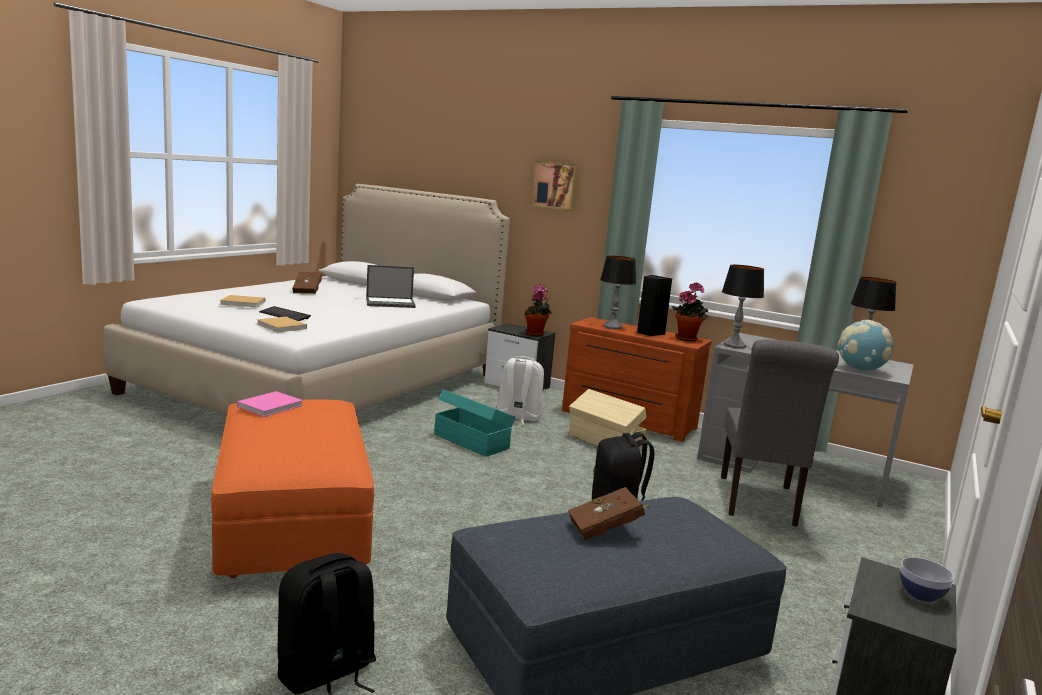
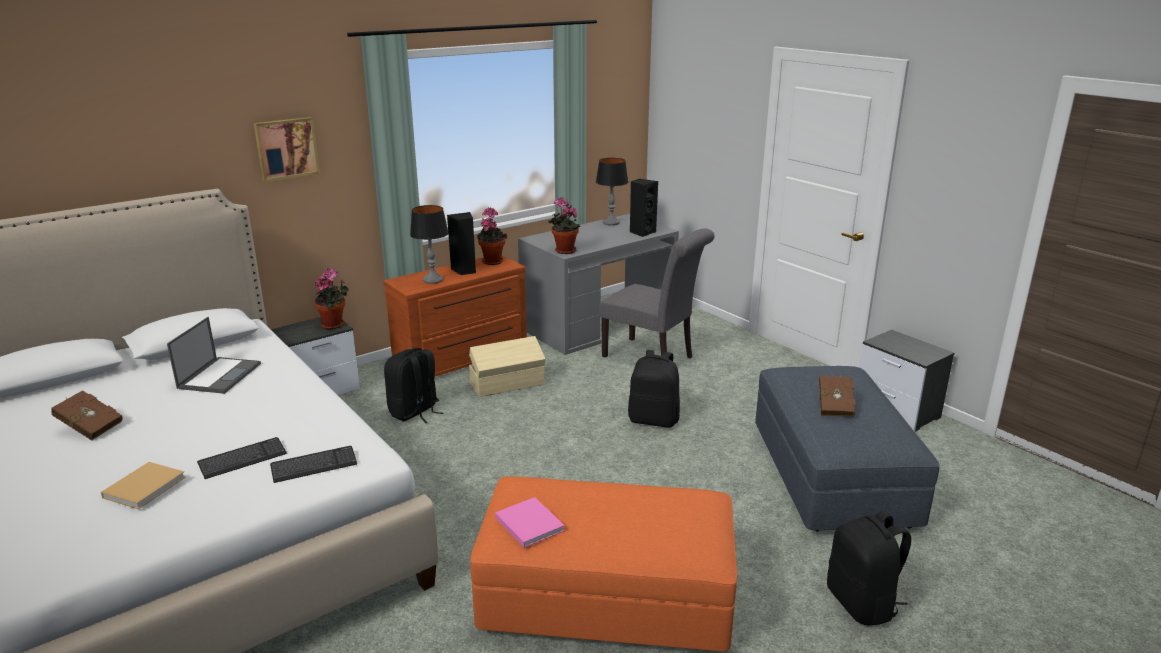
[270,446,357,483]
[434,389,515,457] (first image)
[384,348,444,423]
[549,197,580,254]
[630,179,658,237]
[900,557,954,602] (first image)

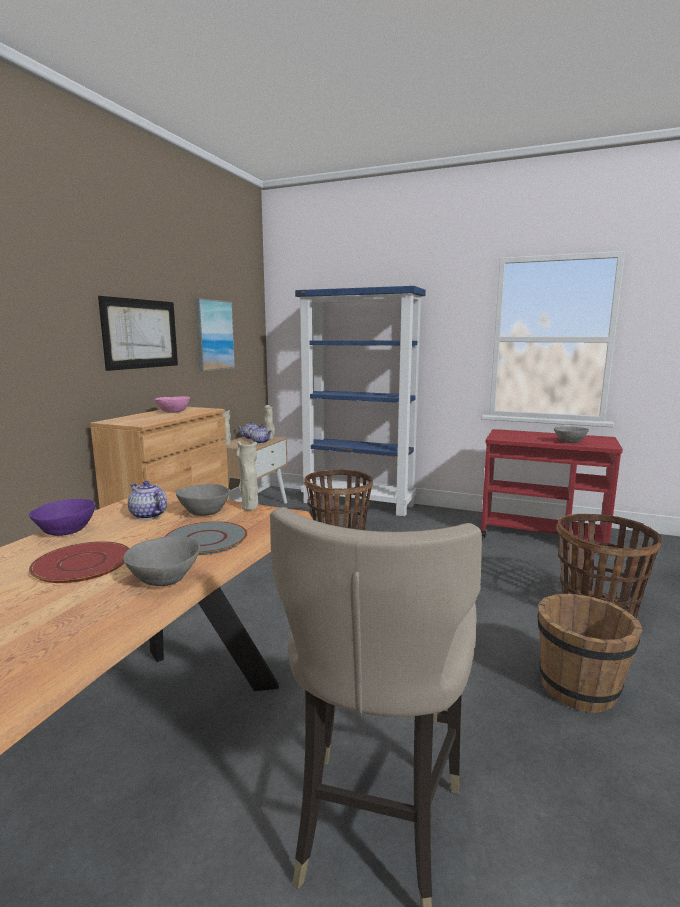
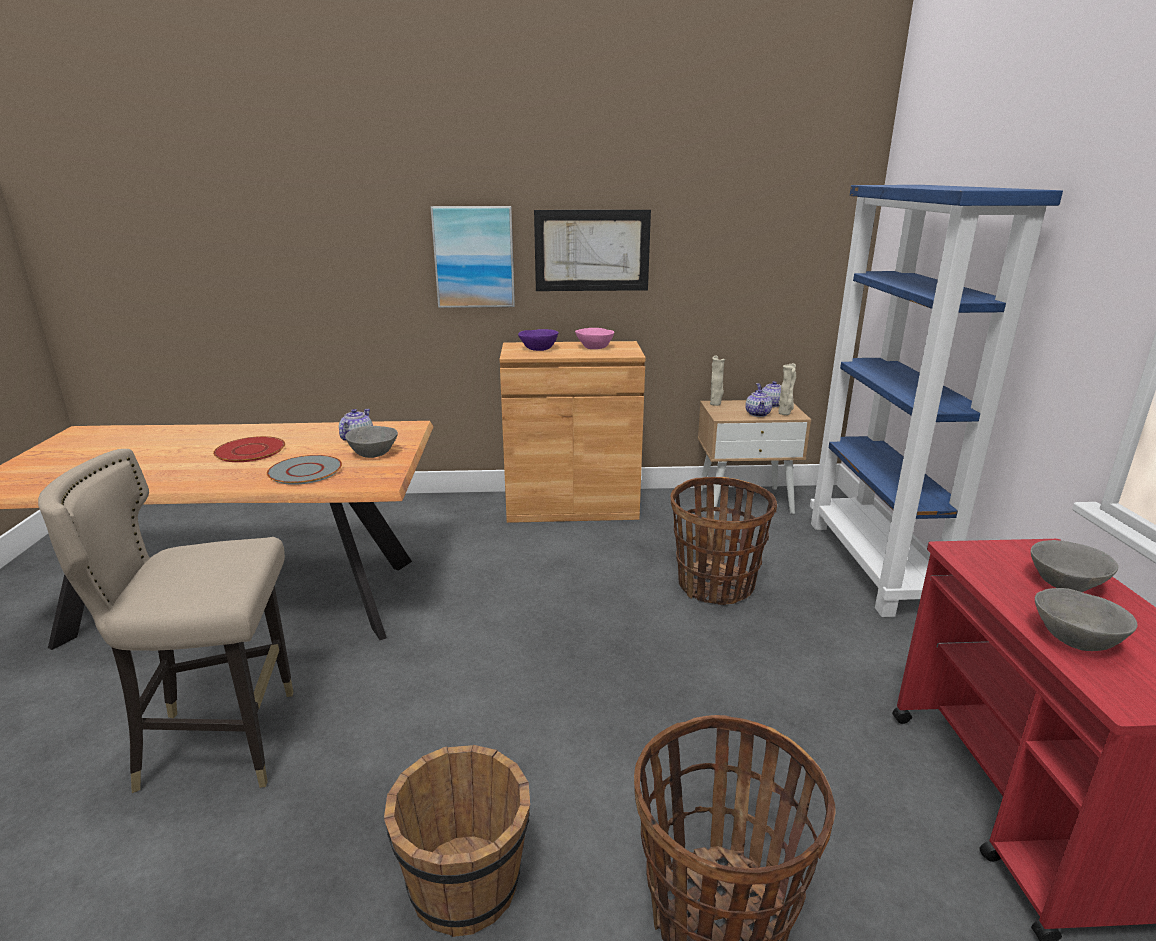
[518,329,559,351]
[1031,540,1119,592]
[431,206,515,308]
[236,441,258,510] (first image)

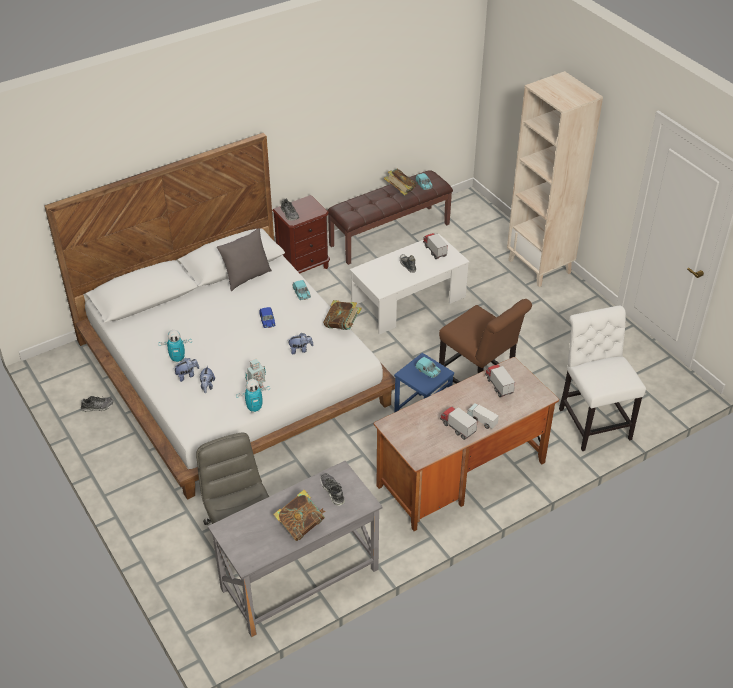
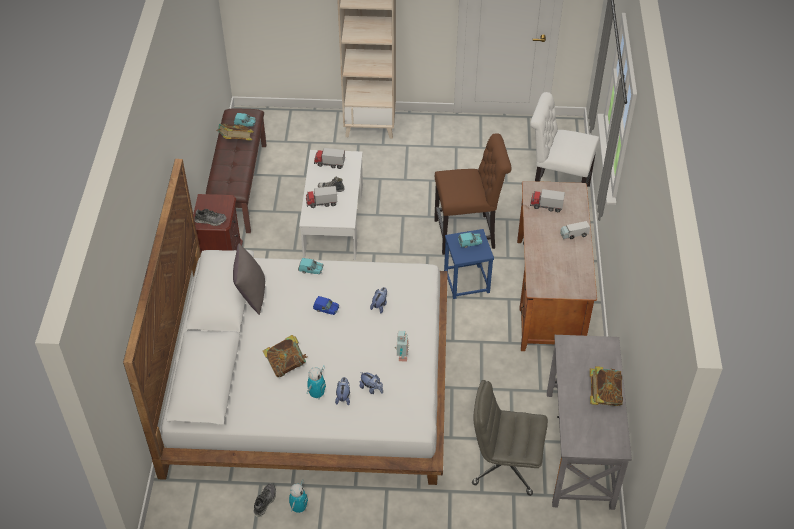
[289,480,308,513]
[320,473,345,506] (first image)
[263,335,307,377]
[306,186,337,208]

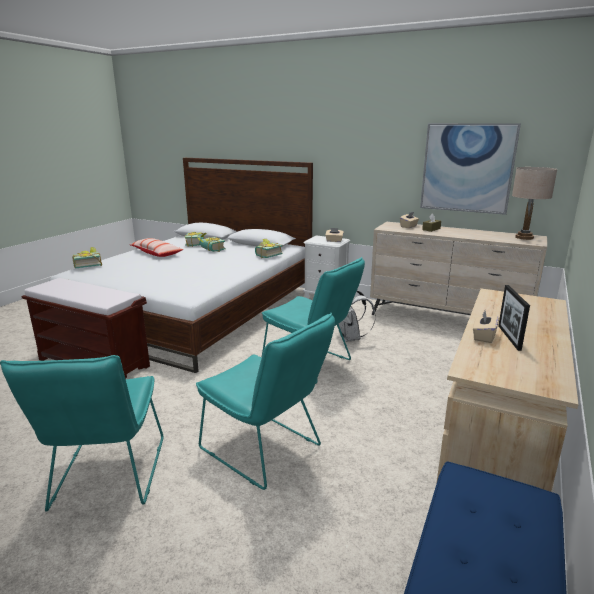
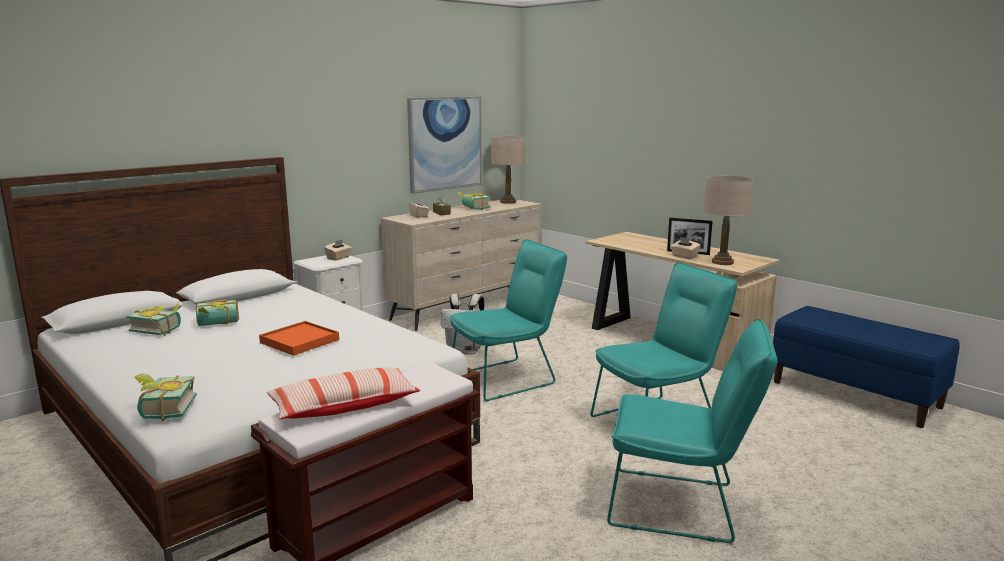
[267,367,420,419]
[458,192,490,210]
[259,321,339,356]
[704,176,754,265]

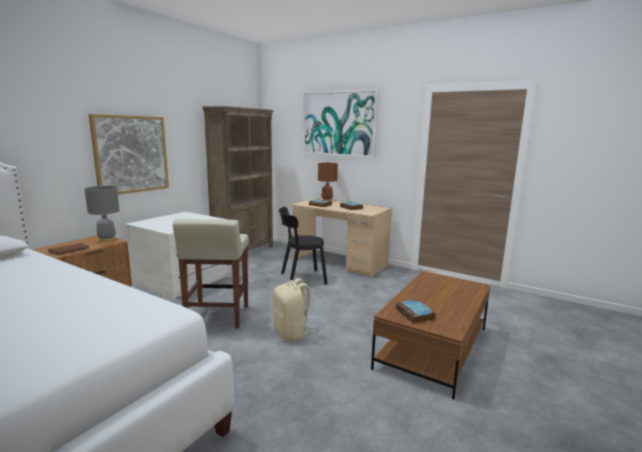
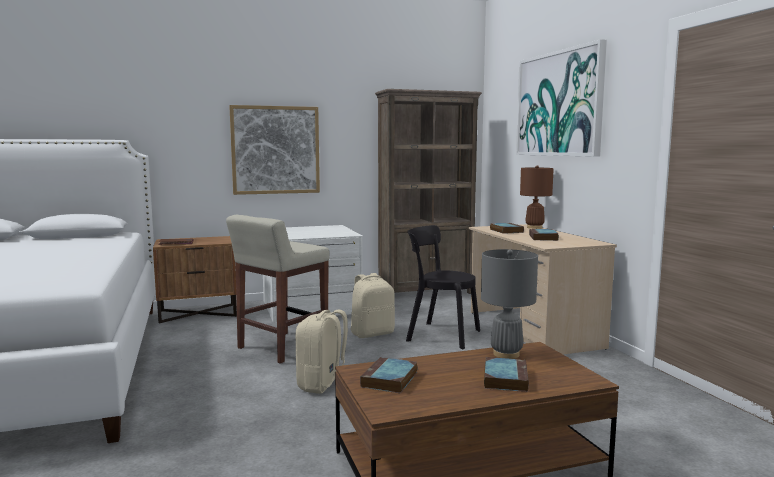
[481,249,538,359]
[351,273,395,338]
[484,357,529,392]

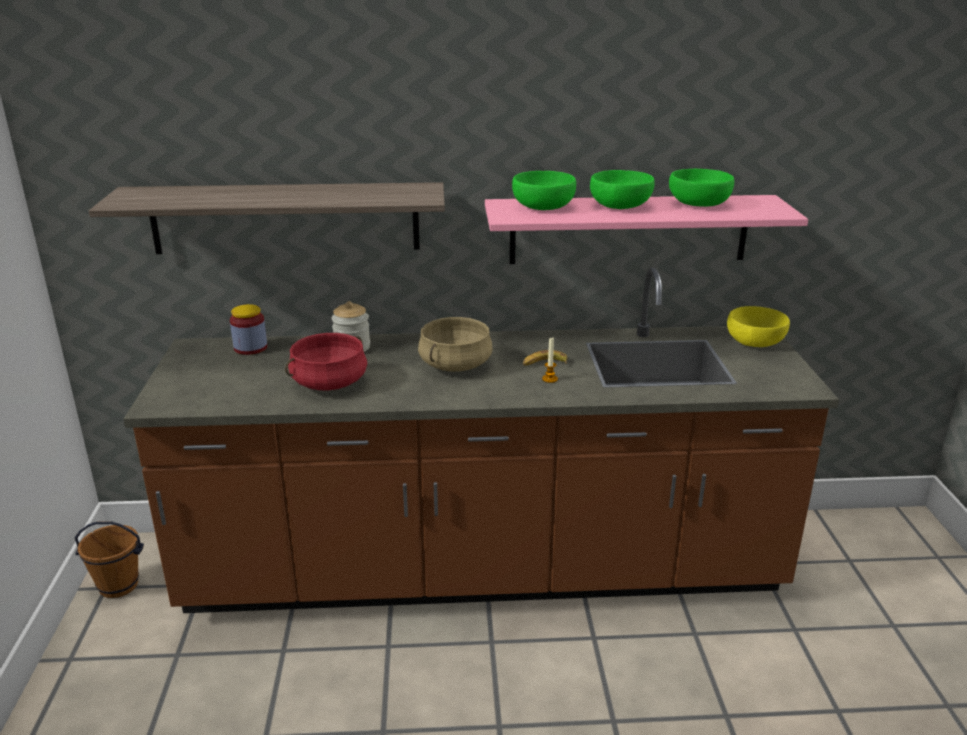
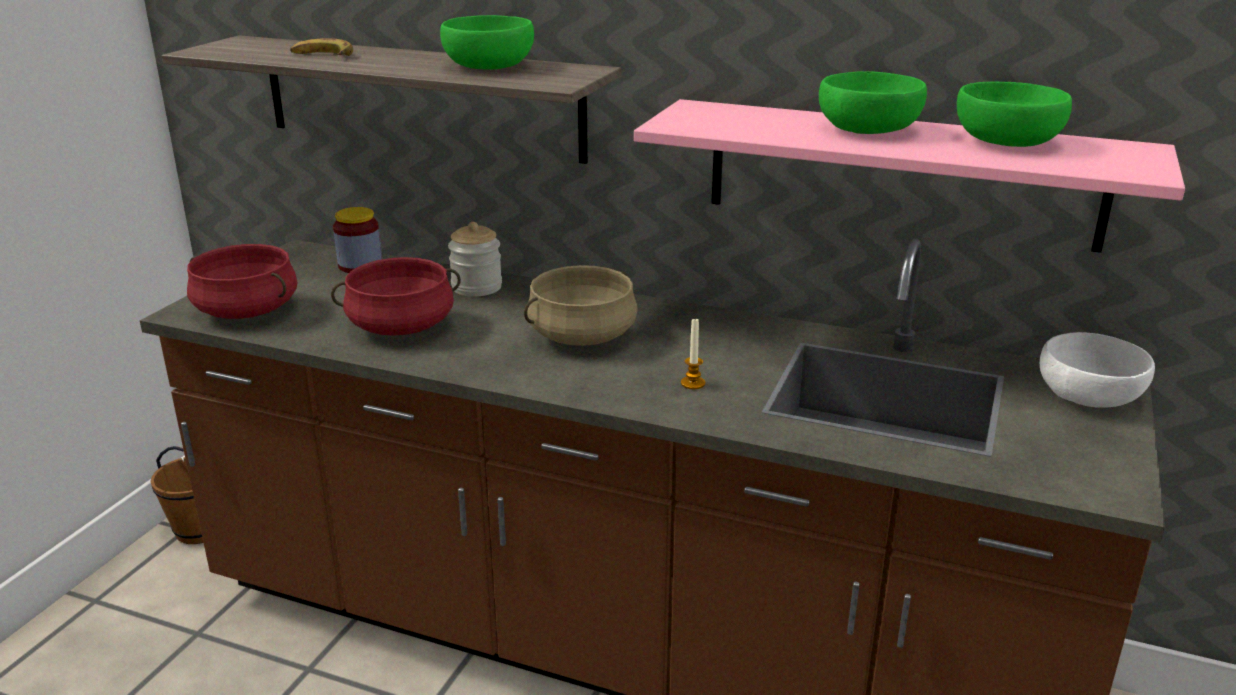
[440,15,534,70]
[290,38,353,56]
[1040,332,1155,408]
[187,244,297,319]

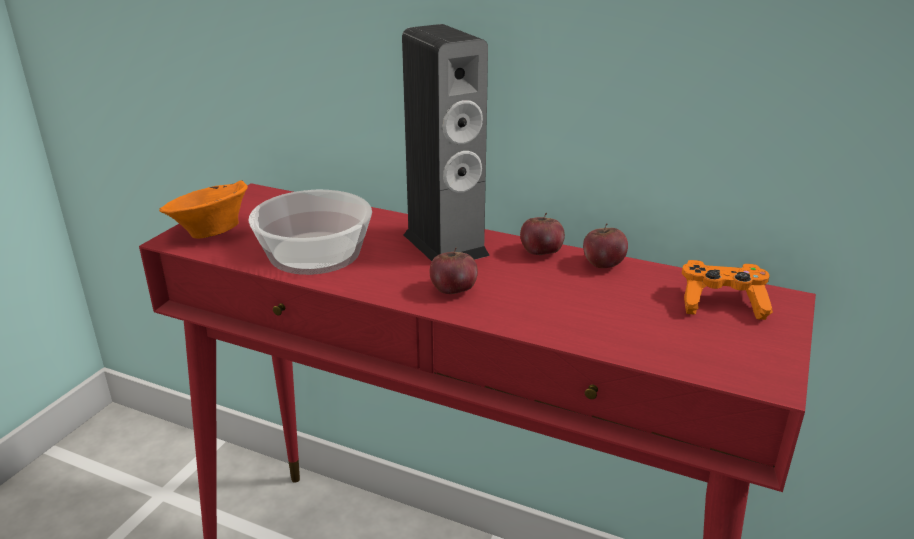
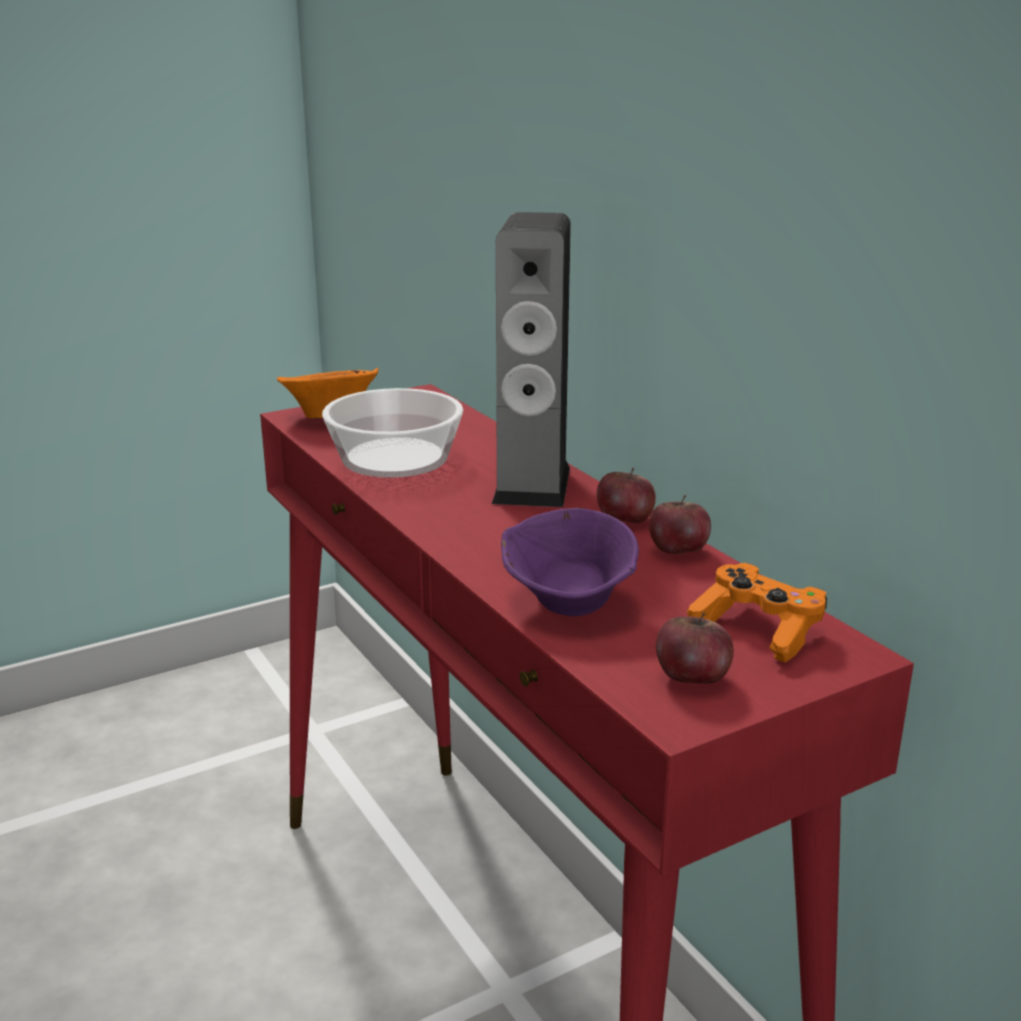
[656,613,734,684]
[501,508,639,616]

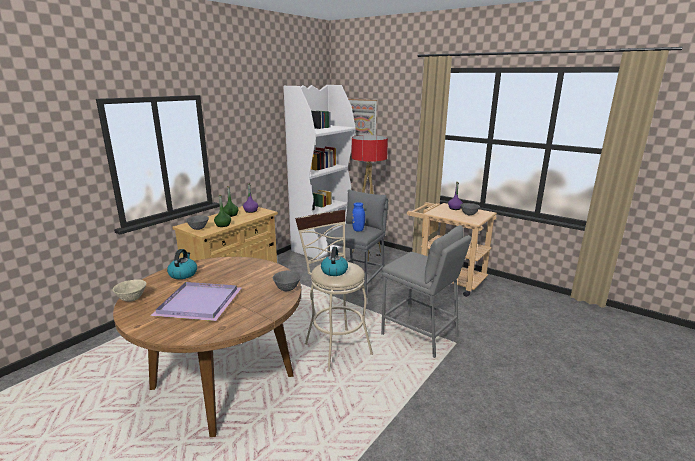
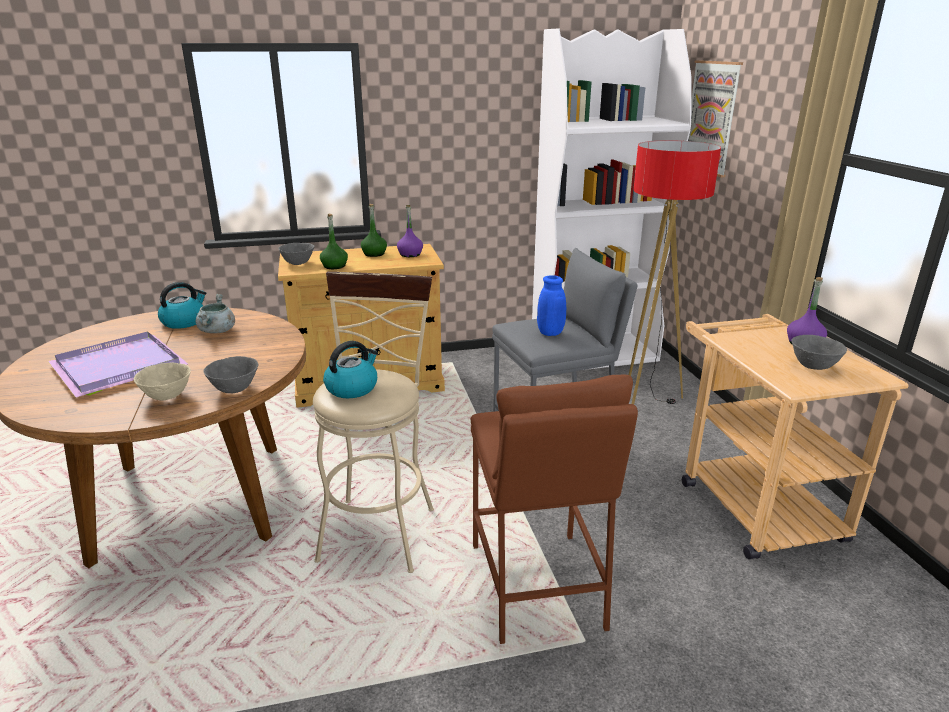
[134,363,191,400]
[471,374,638,644]
[196,294,235,333]

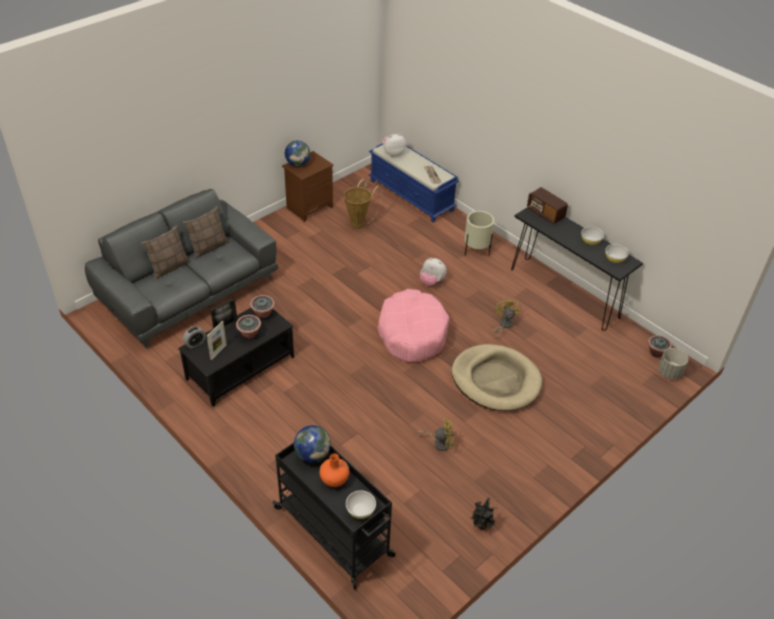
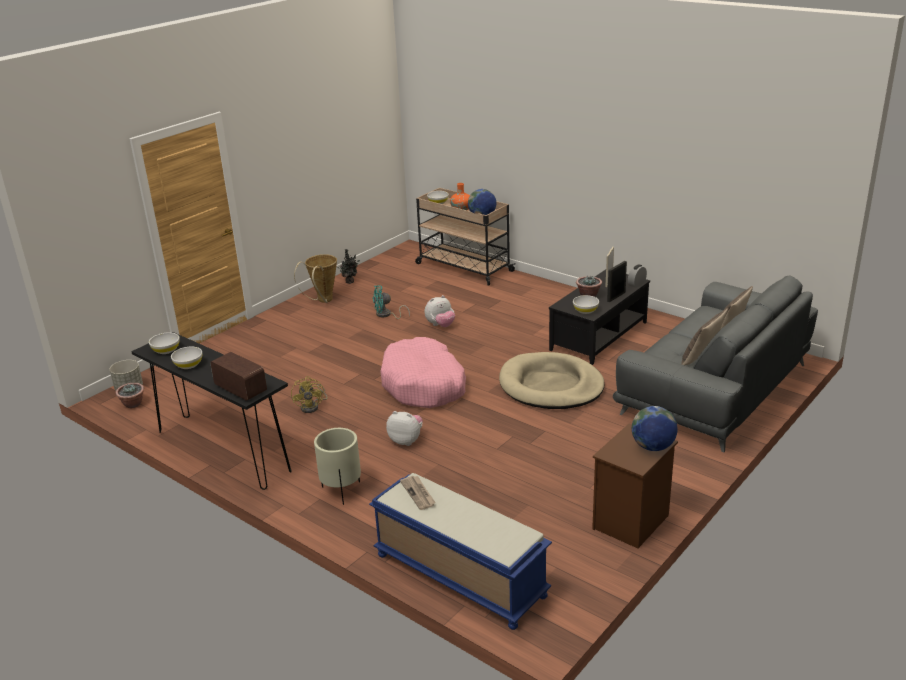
[573,295,599,314]
[415,188,516,286]
[294,254,337,303]
[425,295,455,327]
[373,285,410,319]
[499,352,605,409]

